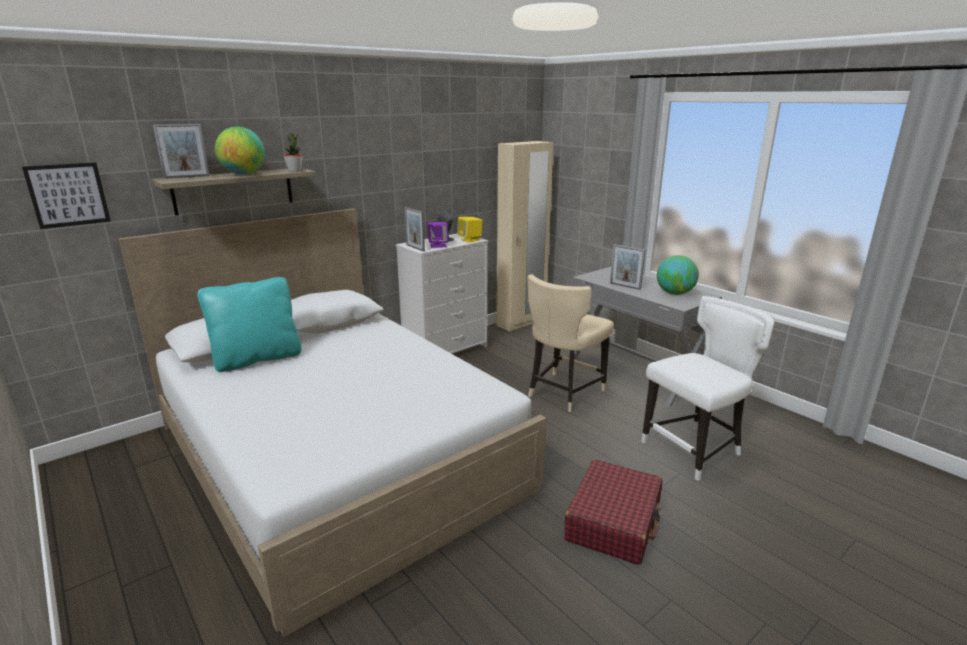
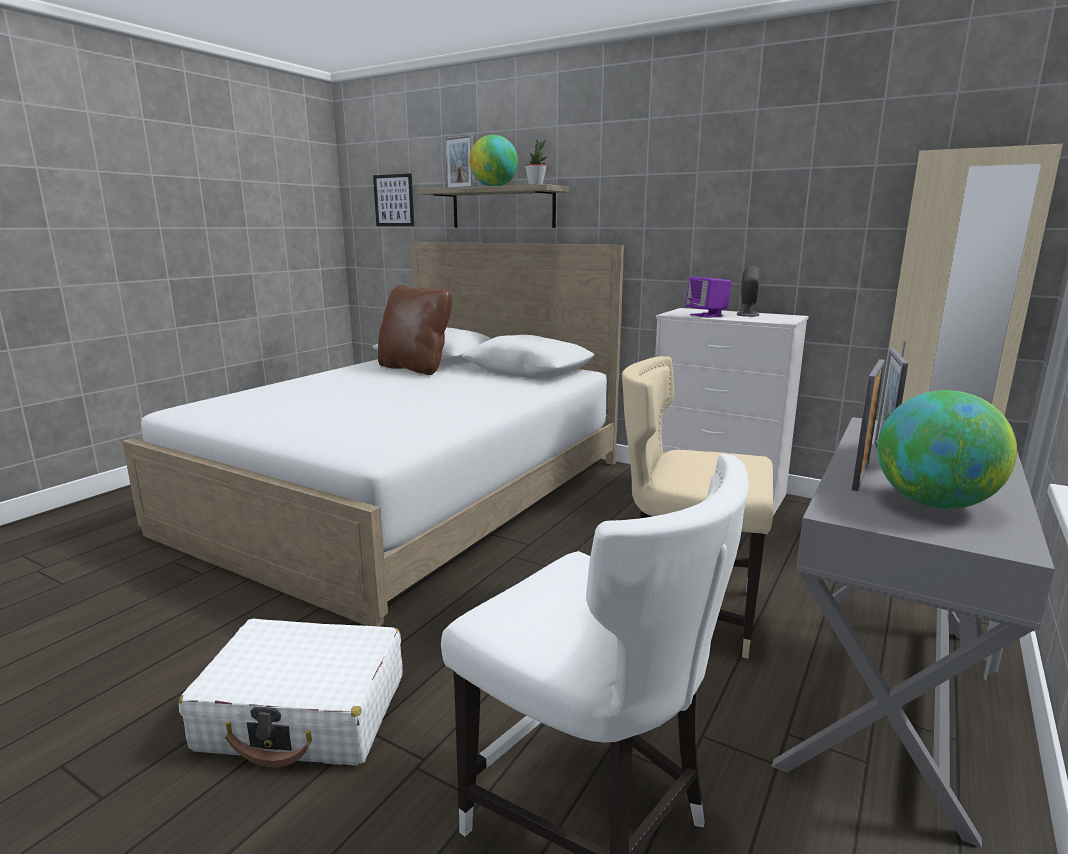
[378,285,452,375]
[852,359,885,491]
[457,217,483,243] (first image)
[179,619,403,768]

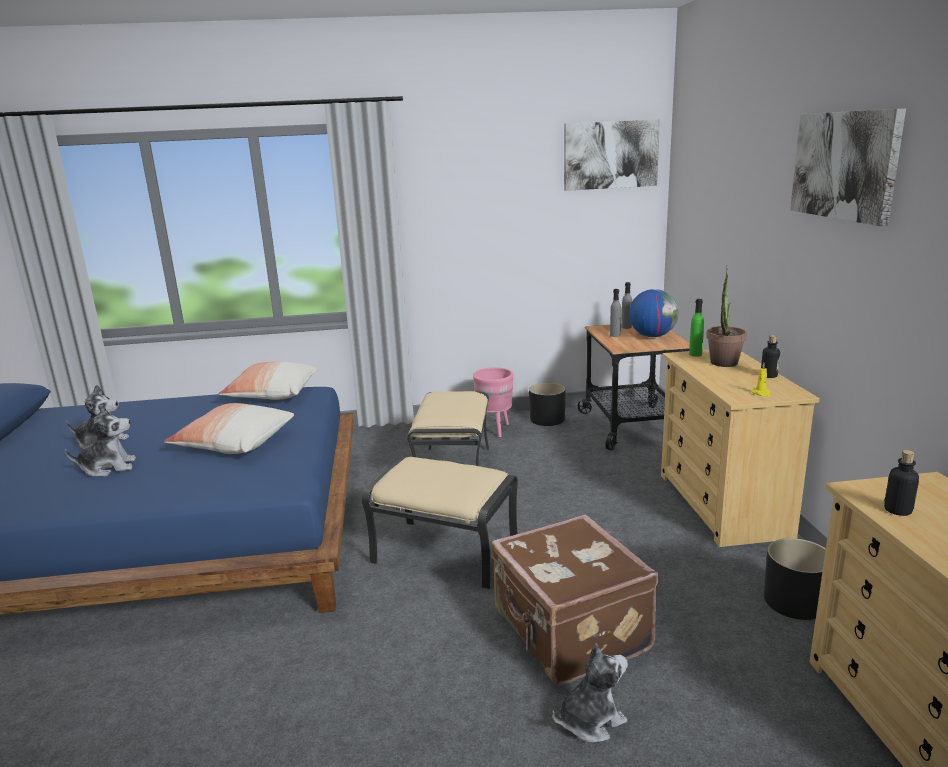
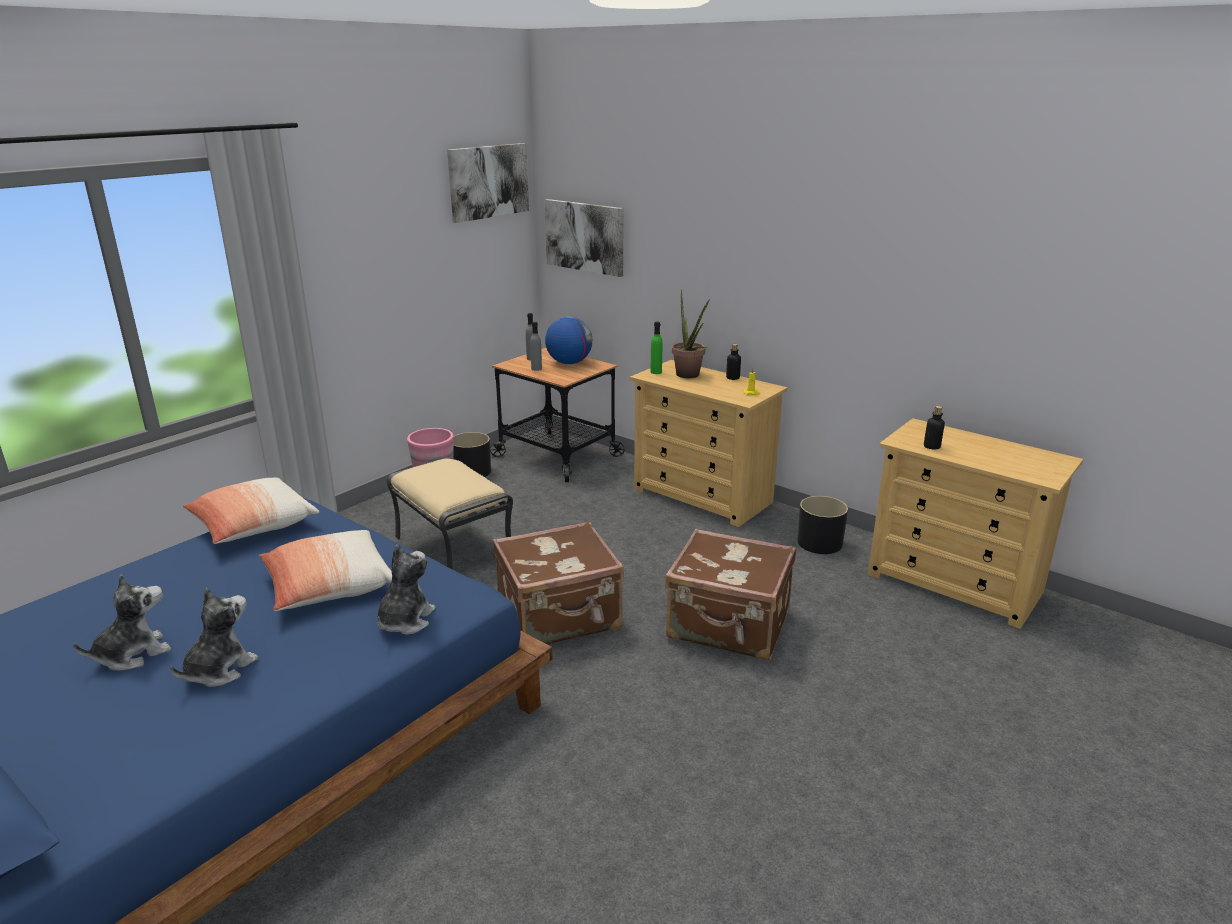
[493,521,624,644]
[378,544,436,635]
[545,199,623,277]

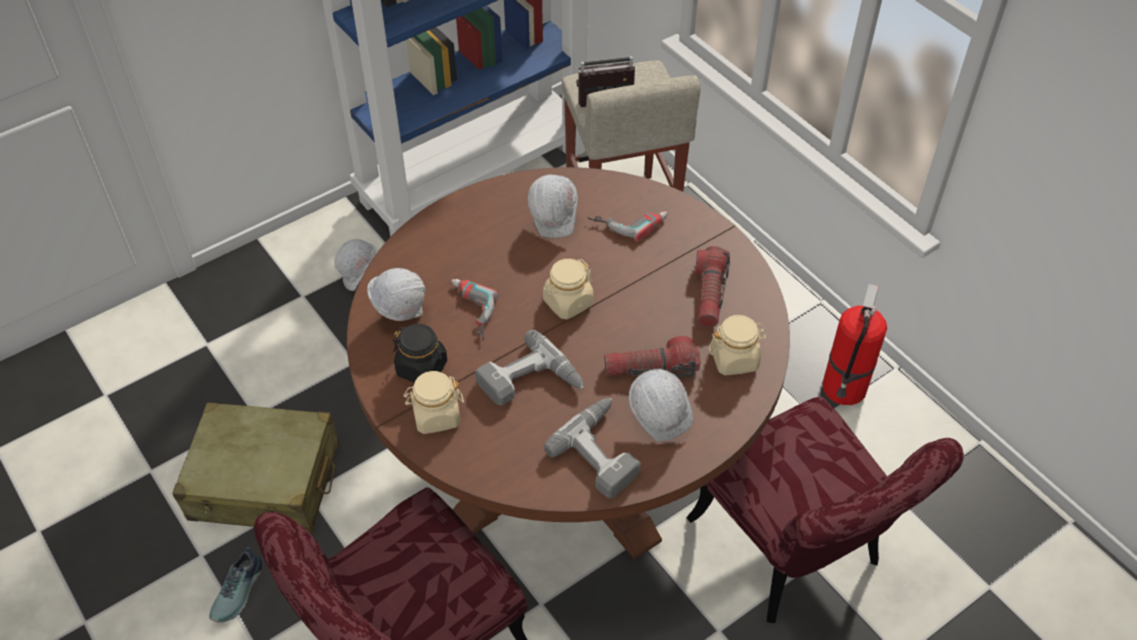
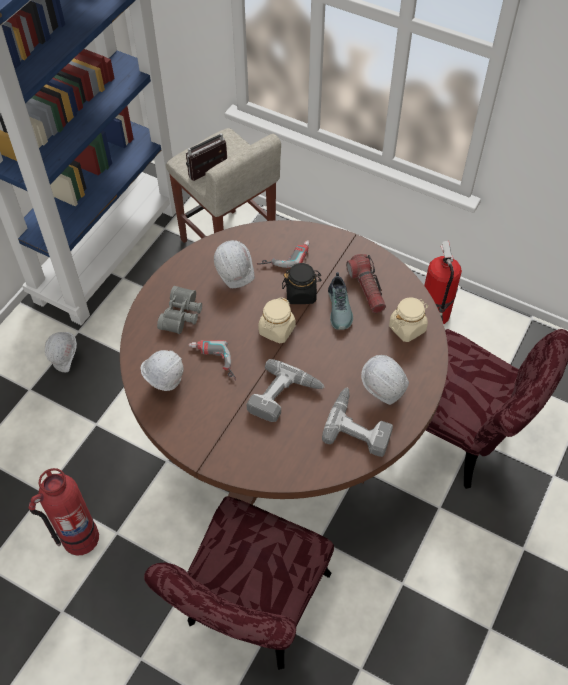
[28,468,99,556]
[328,272,353,330]
[282,263,322,304]
[403,371,464,434] (first image)
[604,336,700,377] (first image)
[157,286,202,334]

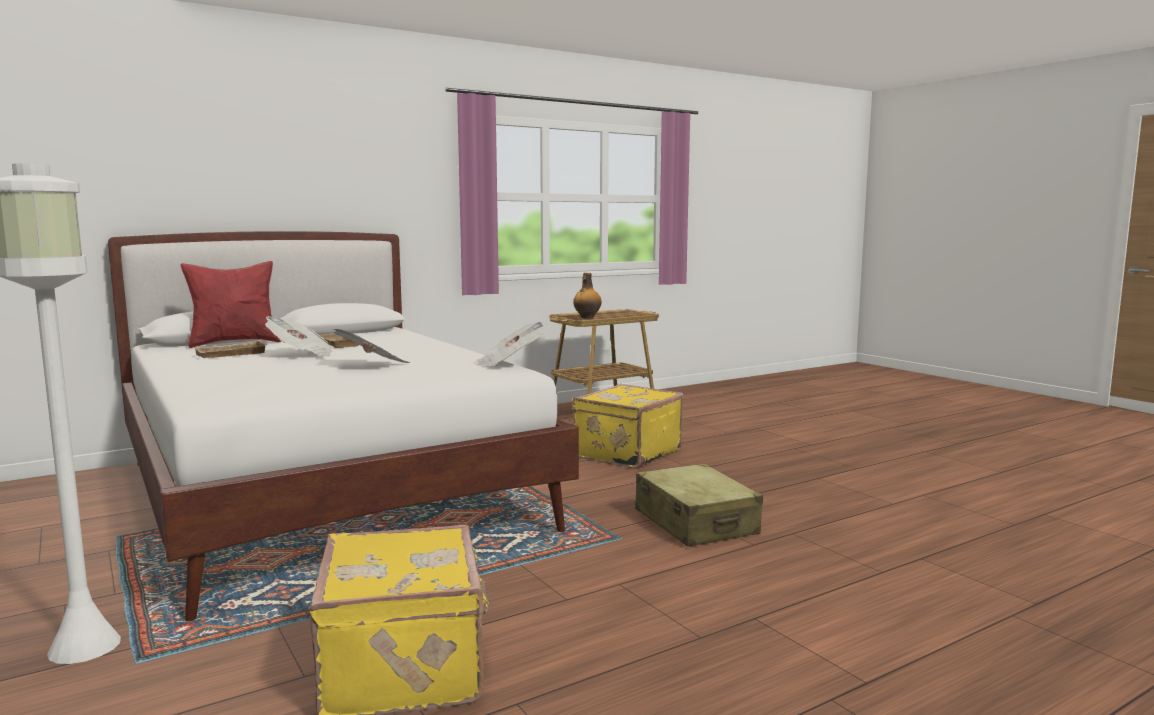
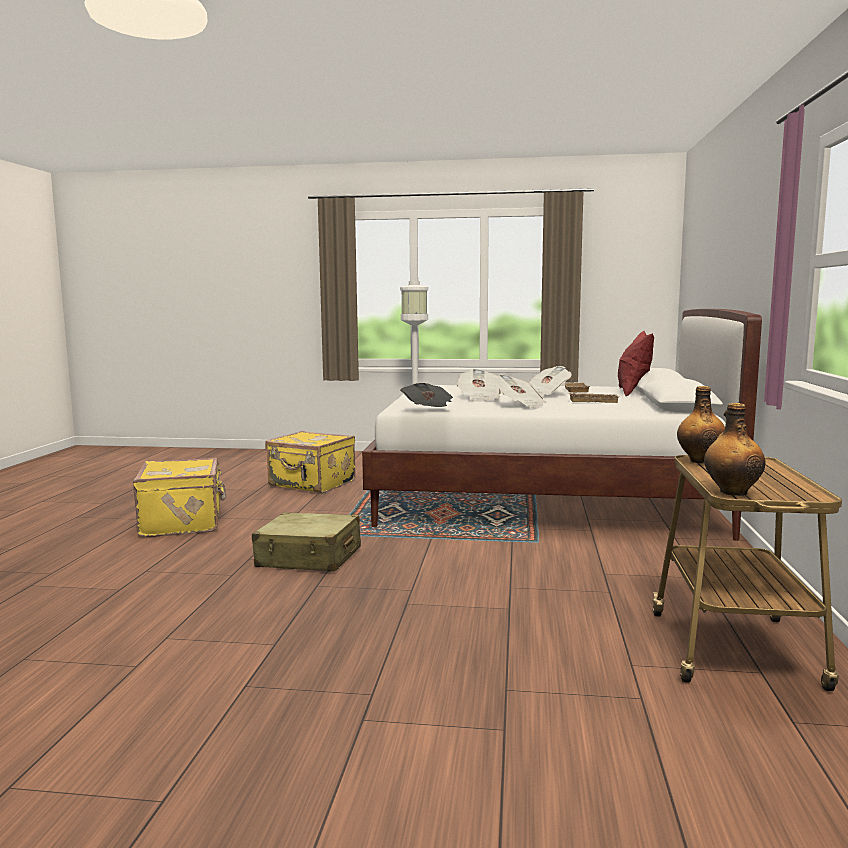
[133,458,226,537]
[495,374,546,409]
[704,403,766,496]

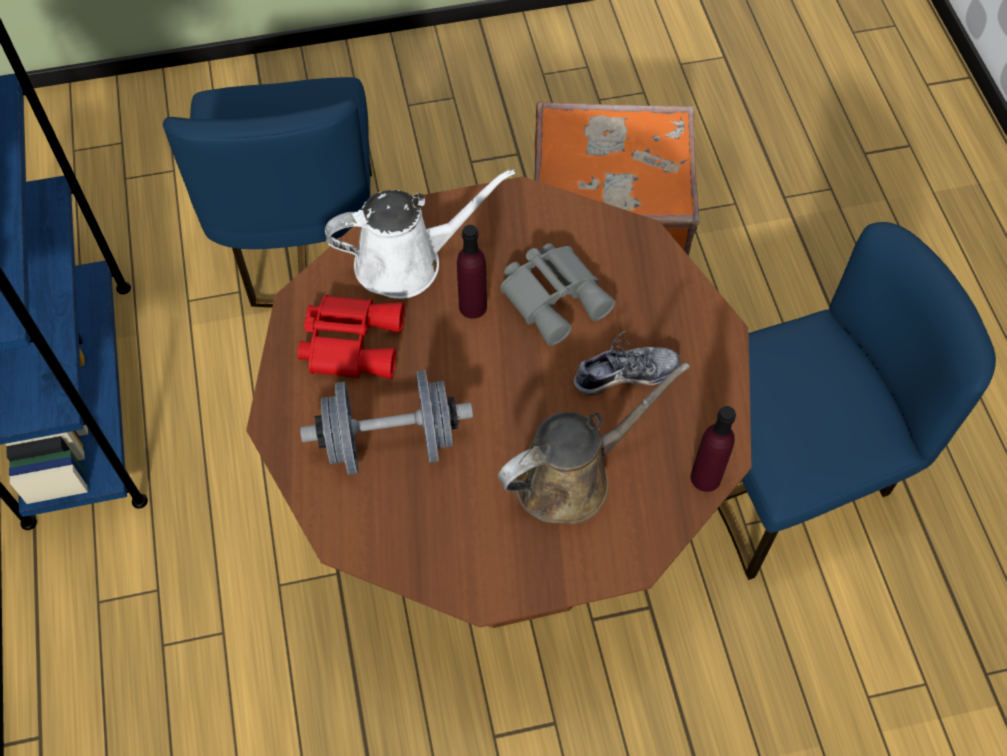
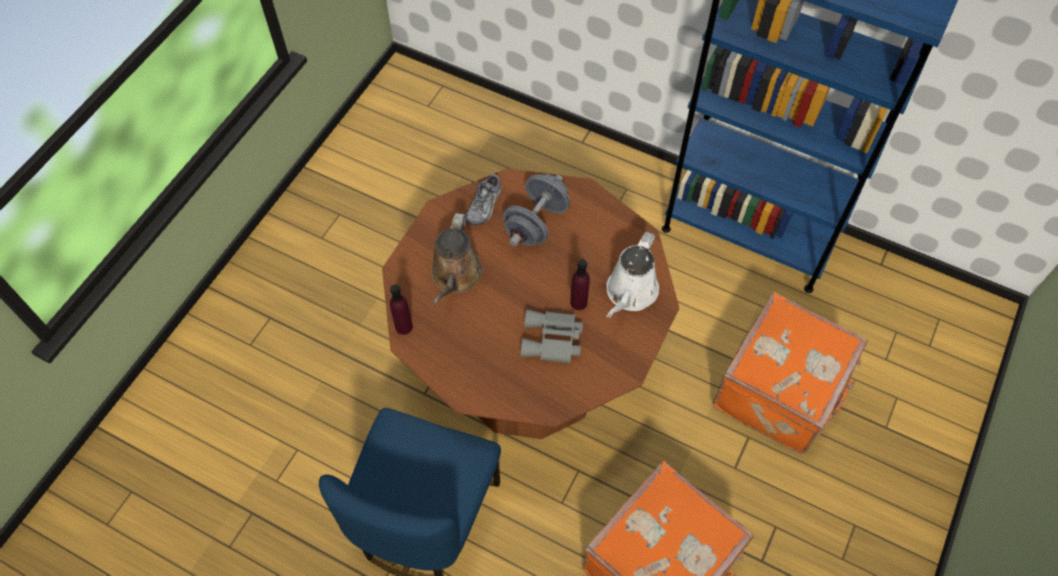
[713,292,868,454]
[297,295,405,379] (first image)
[466,174,502,226]

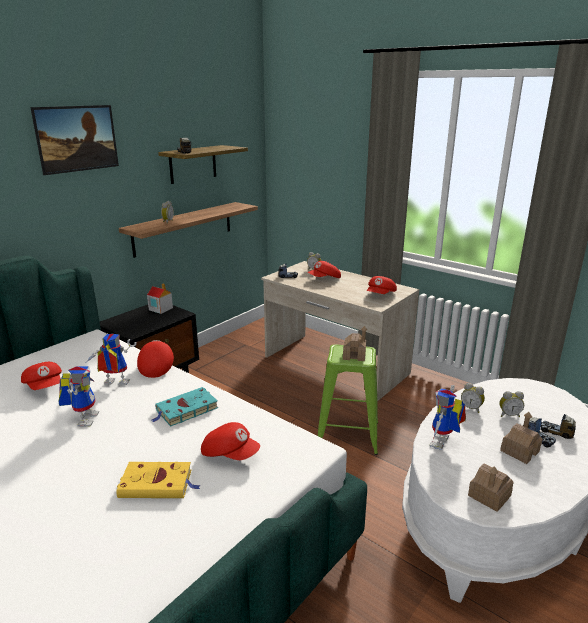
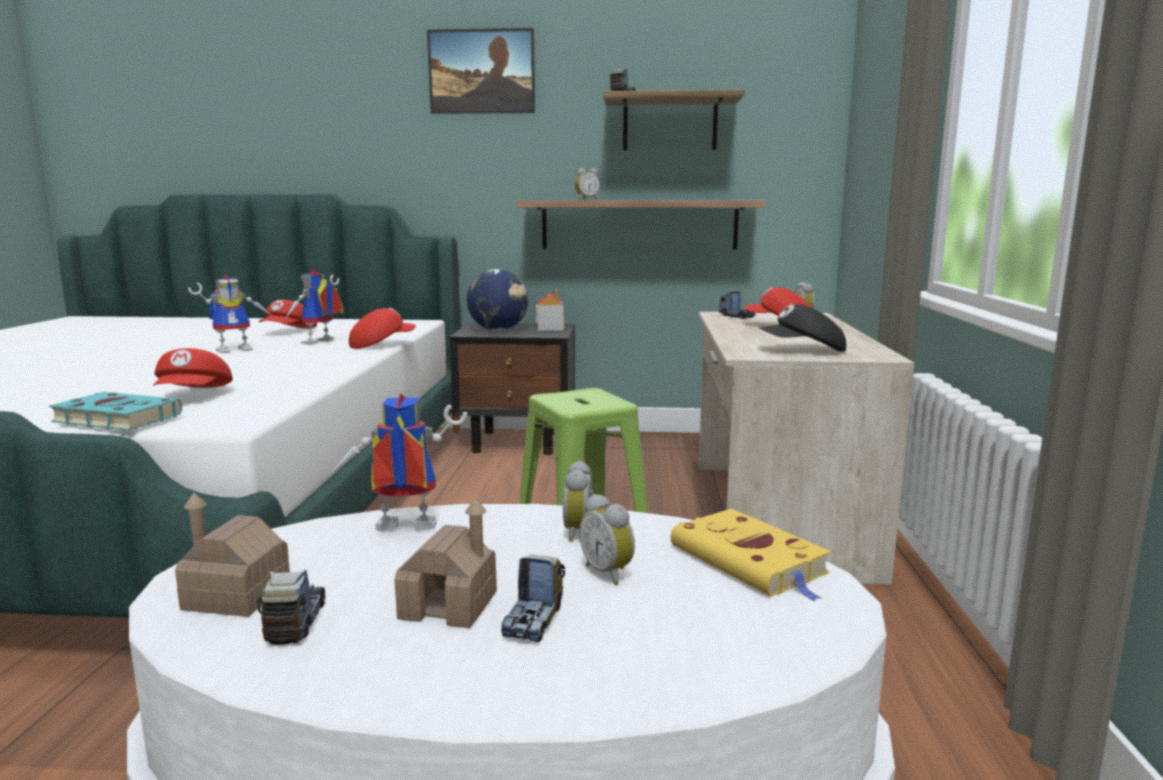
[285,270,344,345]
[671,508,831,602]
[49,392,182,431]
[343,326,367,361] (first image)
[760,304,846,351]
[257,569,325,645]
[467,269,528,331]

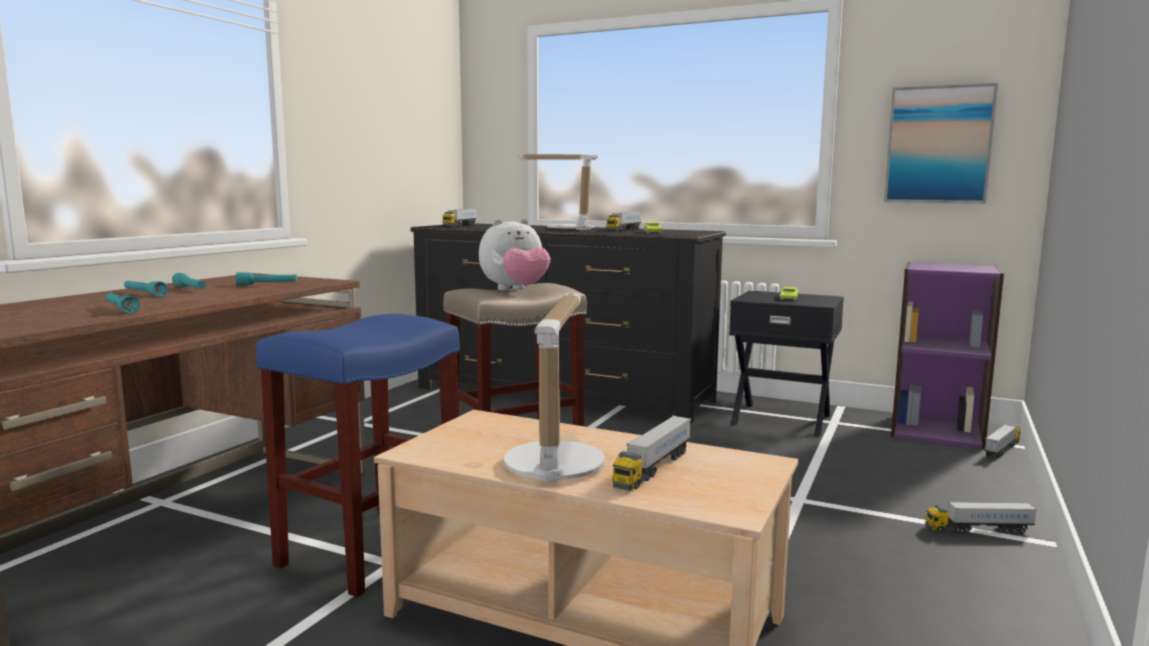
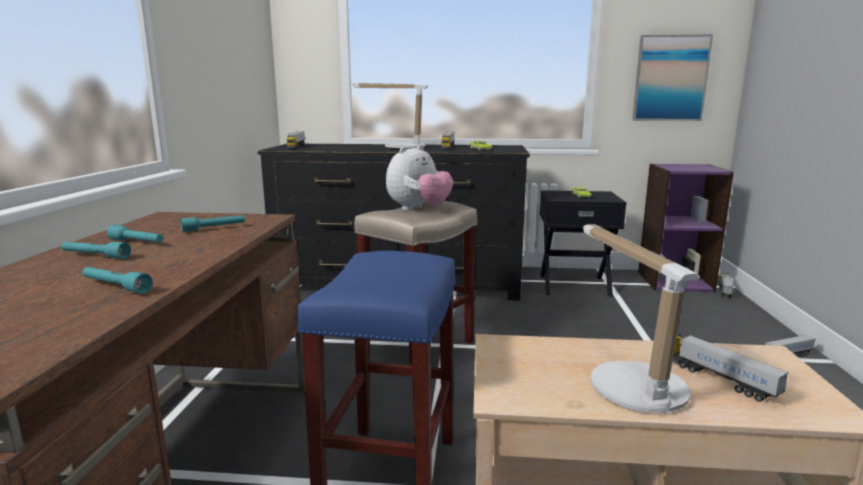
[672,333,789,402]

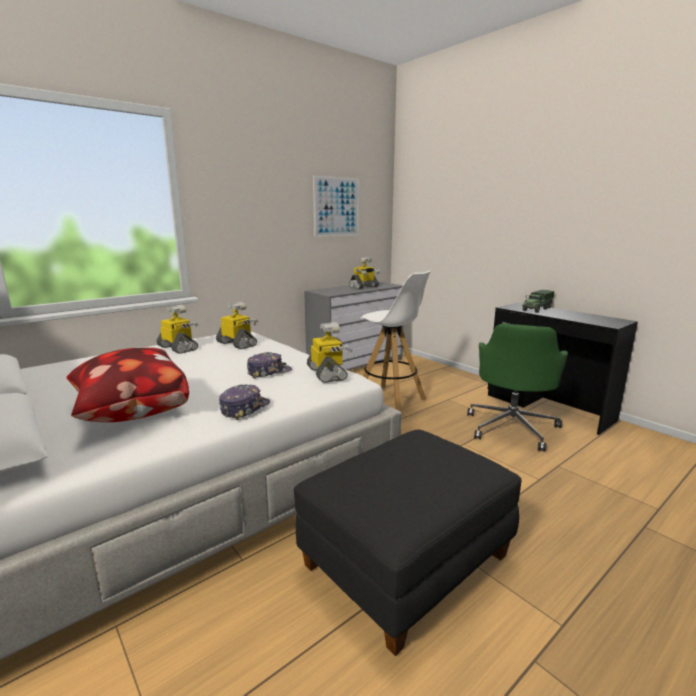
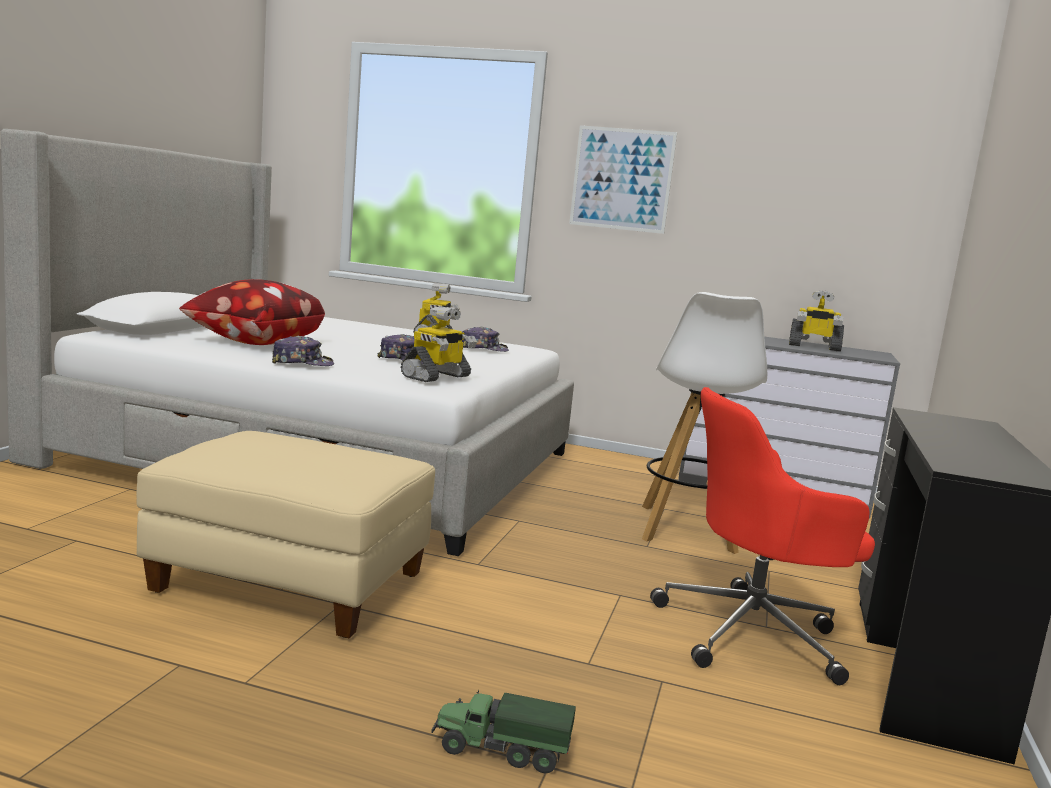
[462,327,509,352]
[137,431,435,638]
[569,125,677,234]
[650,387,875,685]
[431,690,576,773]

